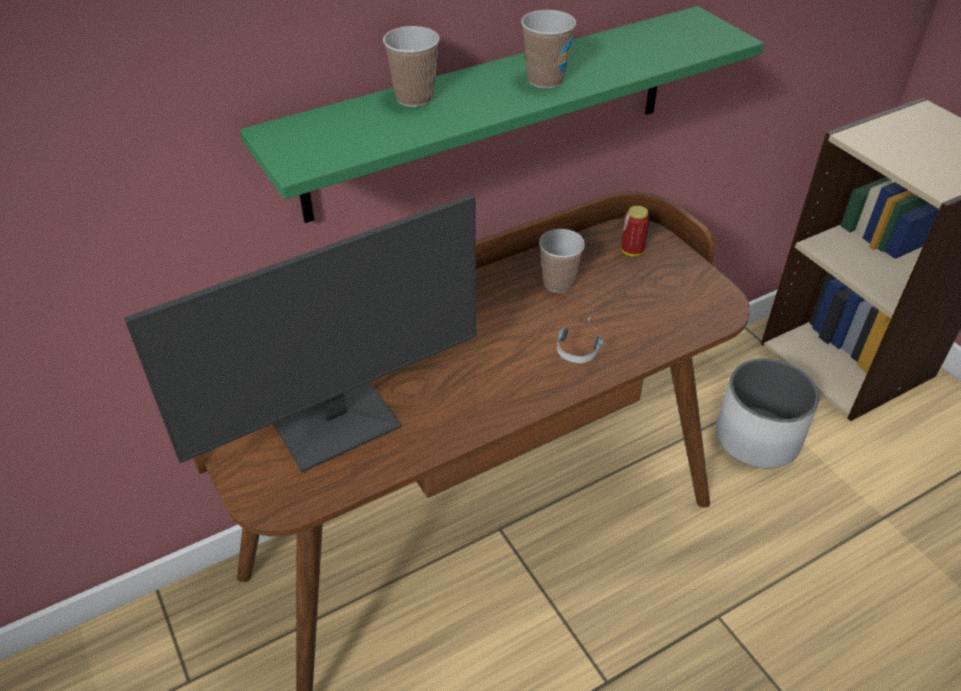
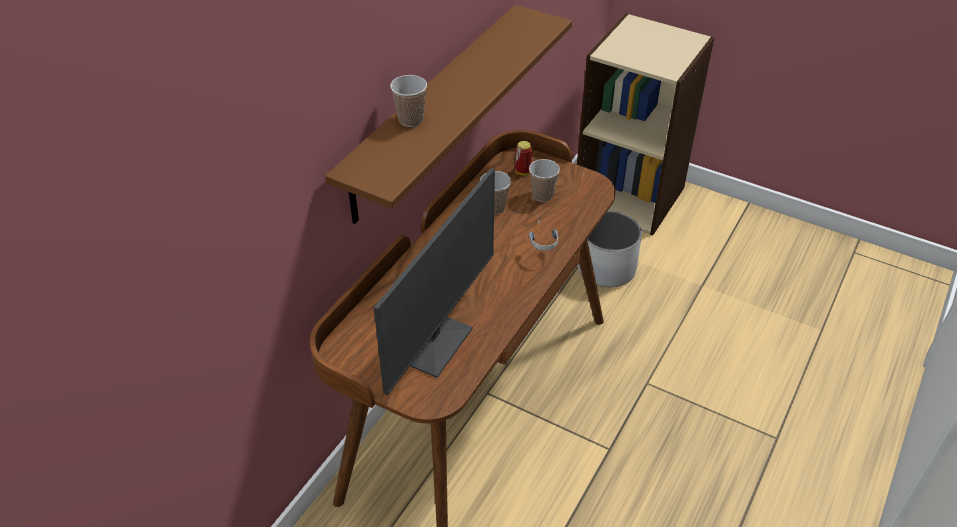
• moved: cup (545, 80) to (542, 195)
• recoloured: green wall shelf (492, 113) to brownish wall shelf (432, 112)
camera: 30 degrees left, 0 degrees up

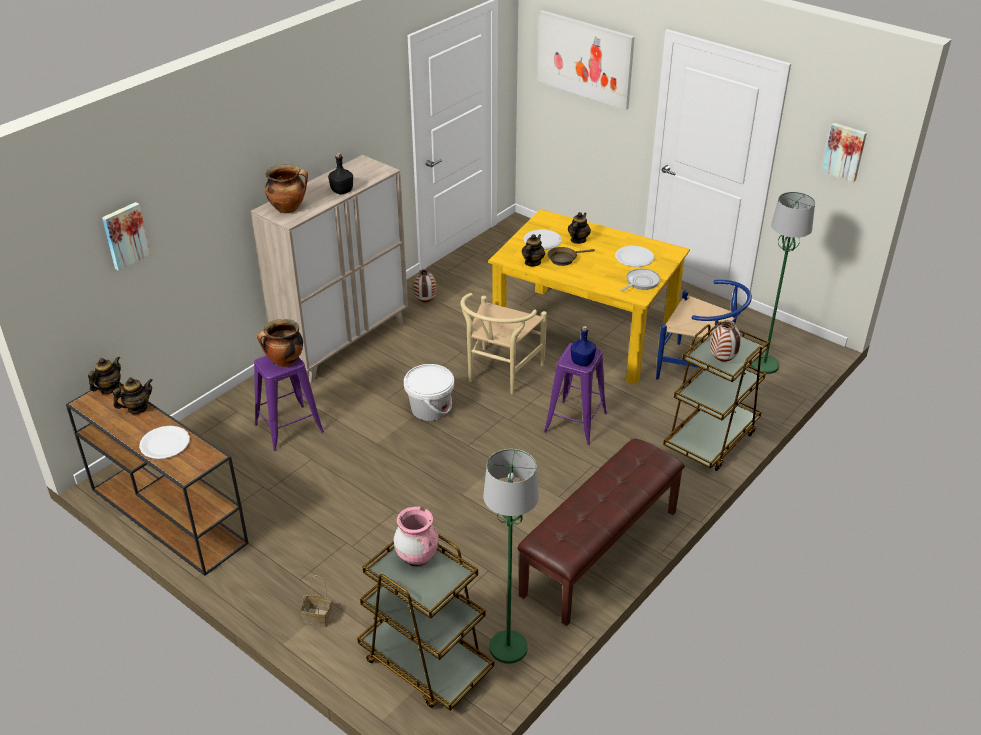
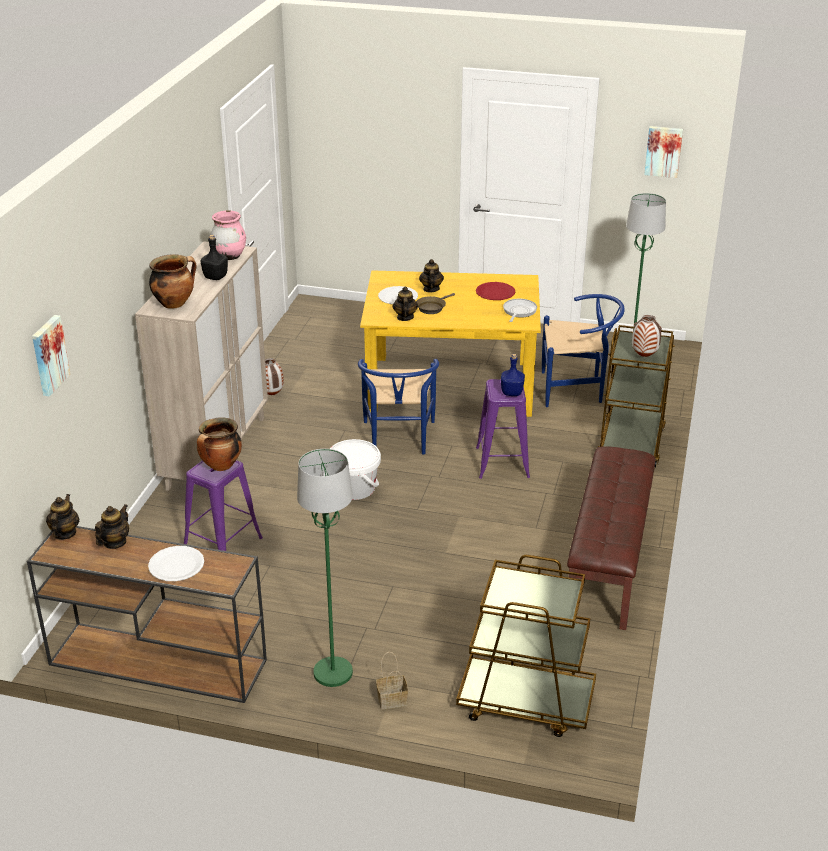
• removed: picture (585, 59)
• moved: pink decorative vase (417, 557) to (229, 256)
• moved: green standing lamp (509, 648) to (333, 672)
• recoloured: beige upright chair (499, 375) to blue-coloured upright chair (399, 441)
• recoloured: white plate (634, 257) to red-coloured plate (495, 292)
camera: 25 degrees left, 5 degrees down

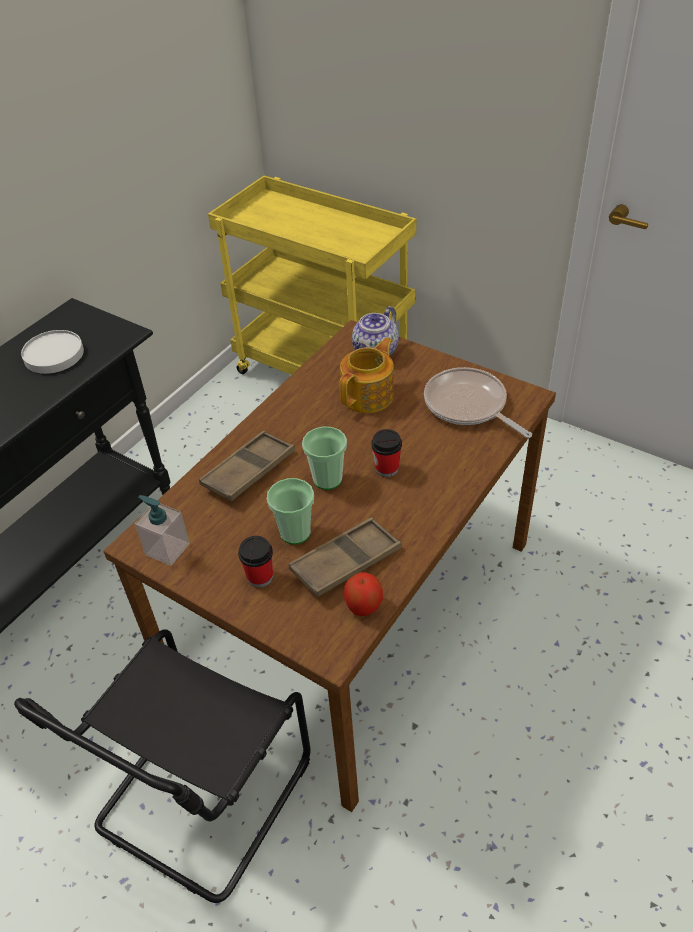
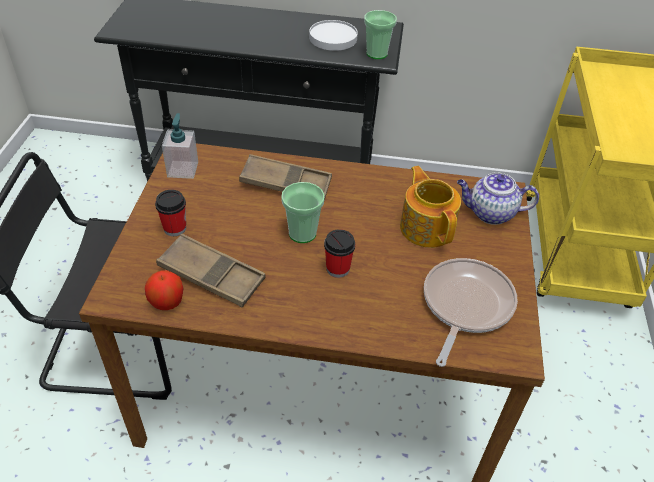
• moved: cup (295, 532) to (377, 53)
• turned: tea pot (369, 395) = (427, 227) 120 degrees counterclockwise
camera: 60 degrees right, 0 degrees up

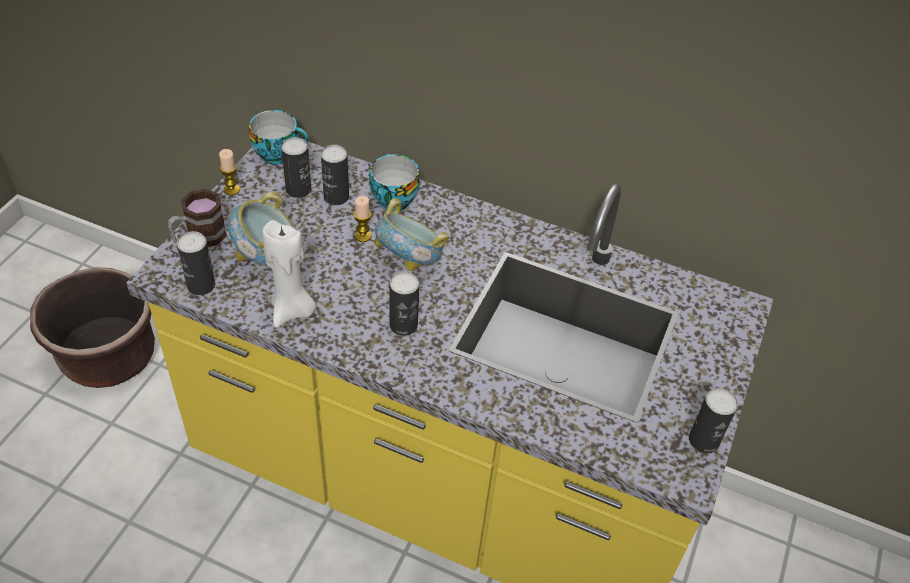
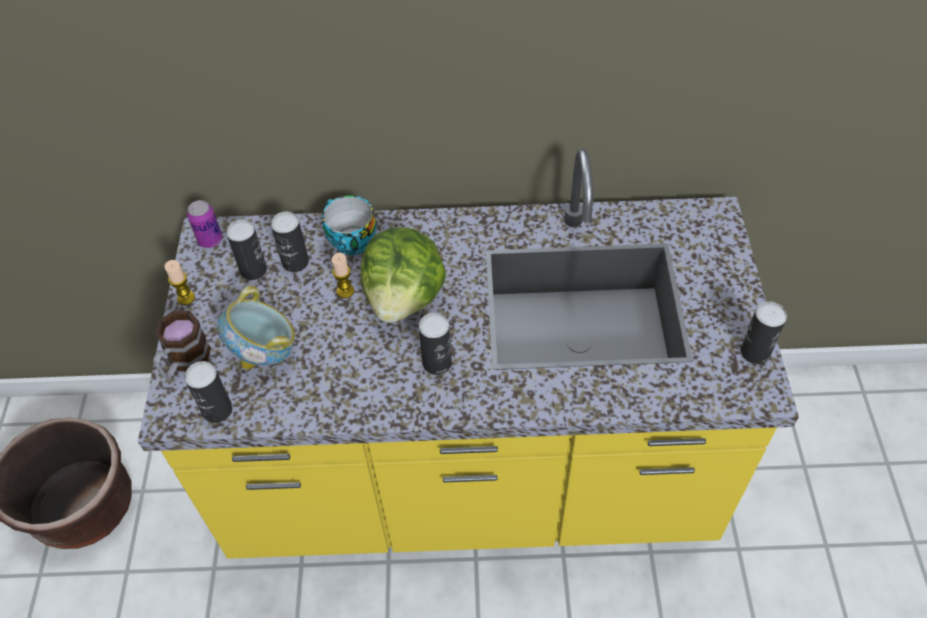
• removed: white wax light (292, 311)
• replaced: cup (279, 153) to can (210, 240)
• replaced: bowl (409, 262) to head of lettuce (405, 298)
camera: 20 degrees left, 5 degrees up

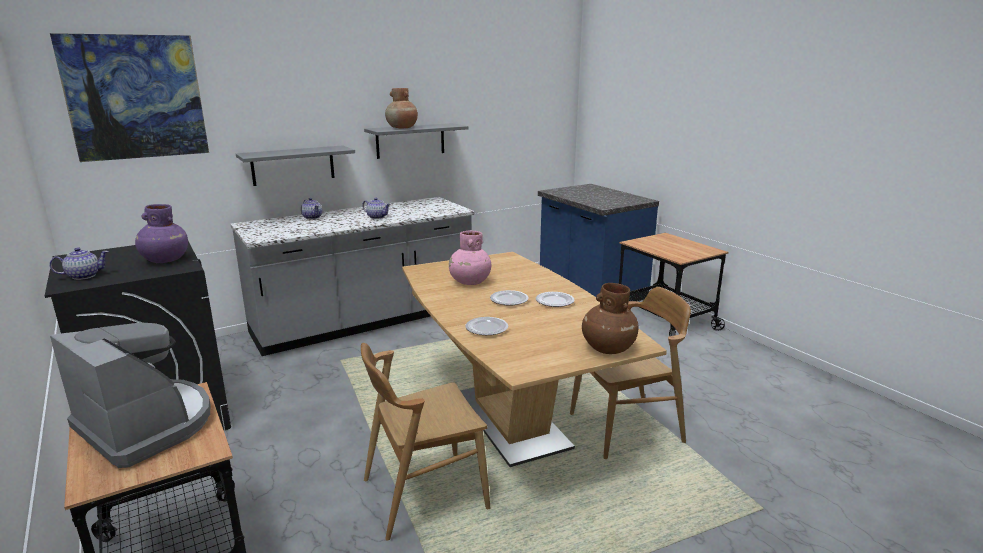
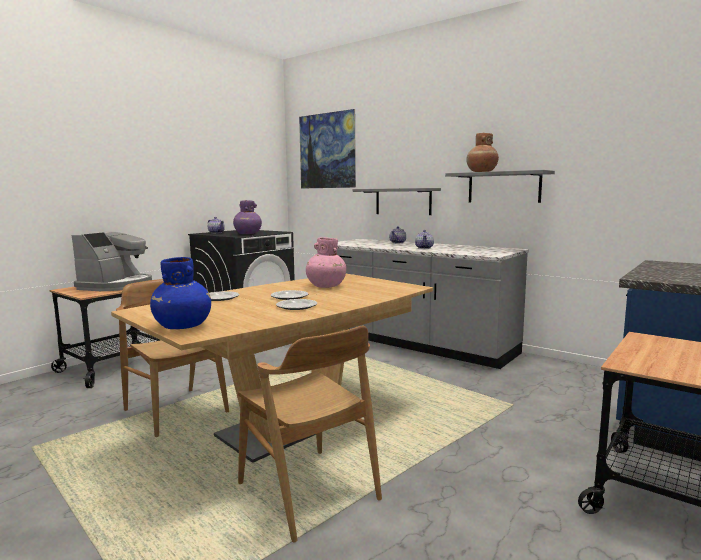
• recoloured: brownish decorative vase (607, 348) to blue-coloured decorative vase (183, 326)
camera: 70 degrees right, 10 degrees down

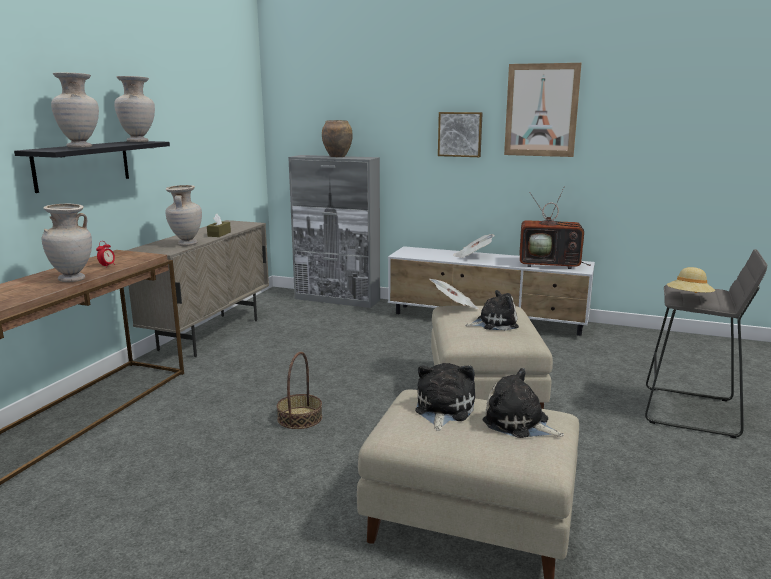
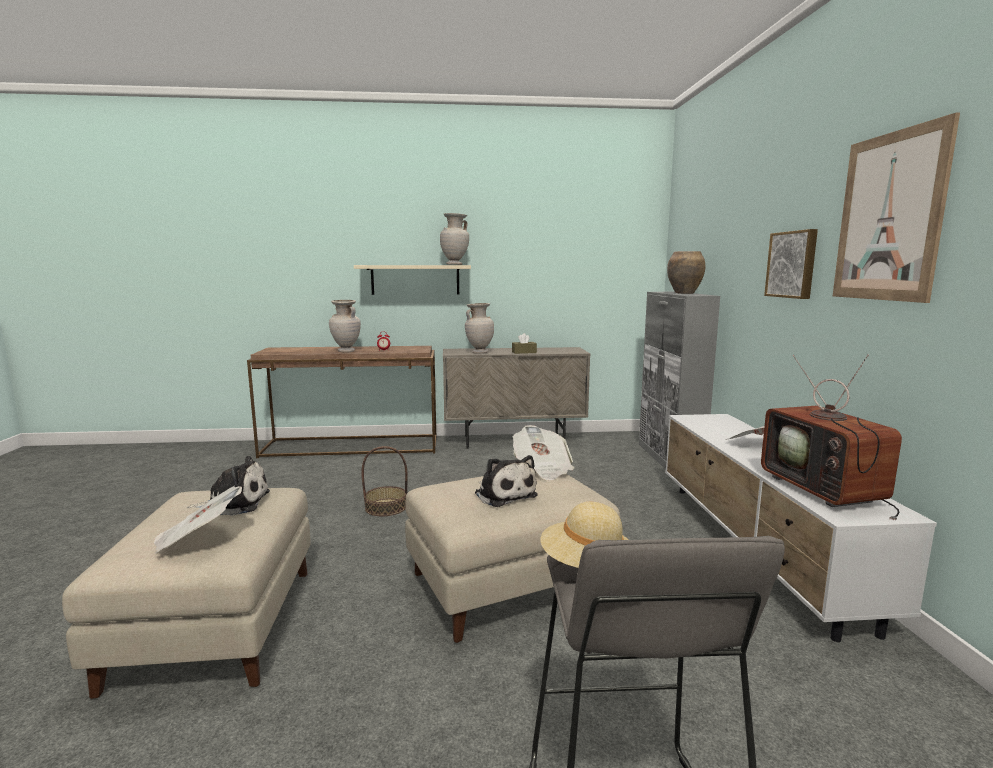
• removed: beige decorative vase (81, 147)
• replaced: soft toy (519, 423) to newspaper (198, 540)
• recoloured: black wall shelf (82, 165) to beige wall shelf (415, 280)
camera: 65 degrees right, 5 degrees down

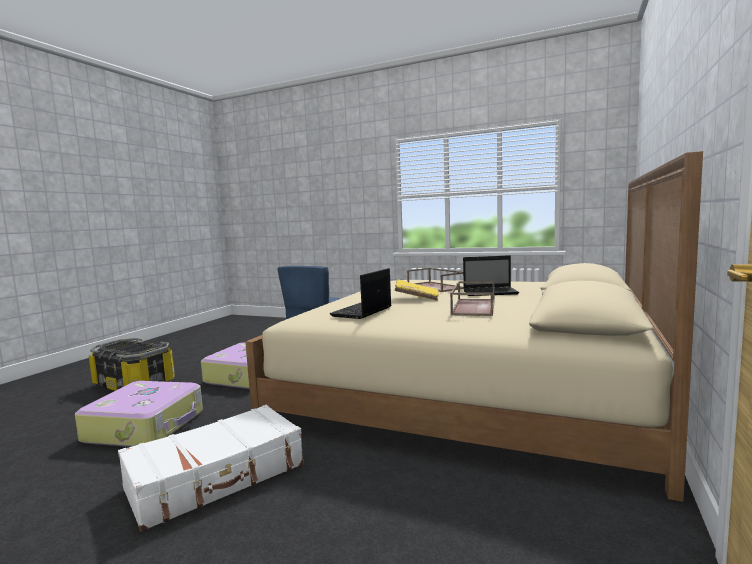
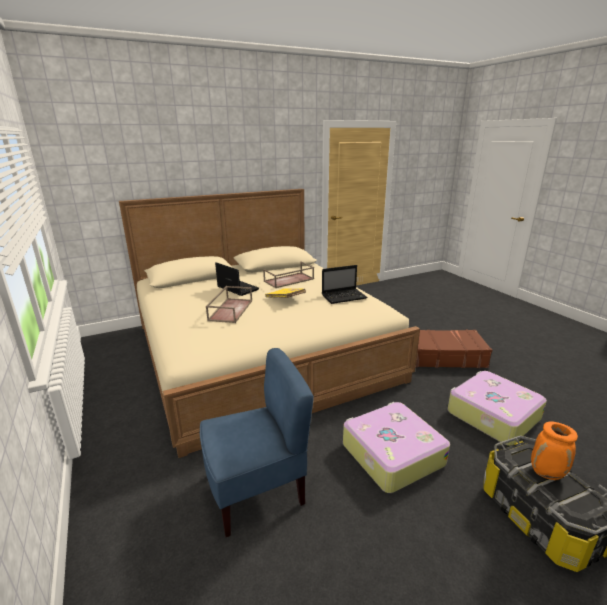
• added: orange-coloured decorative vase (547, 473)
• recoloured: white suitcase (217, 477) to brownish suitcase (441, 356)
camera: 140 degrees left, 15 degrees up

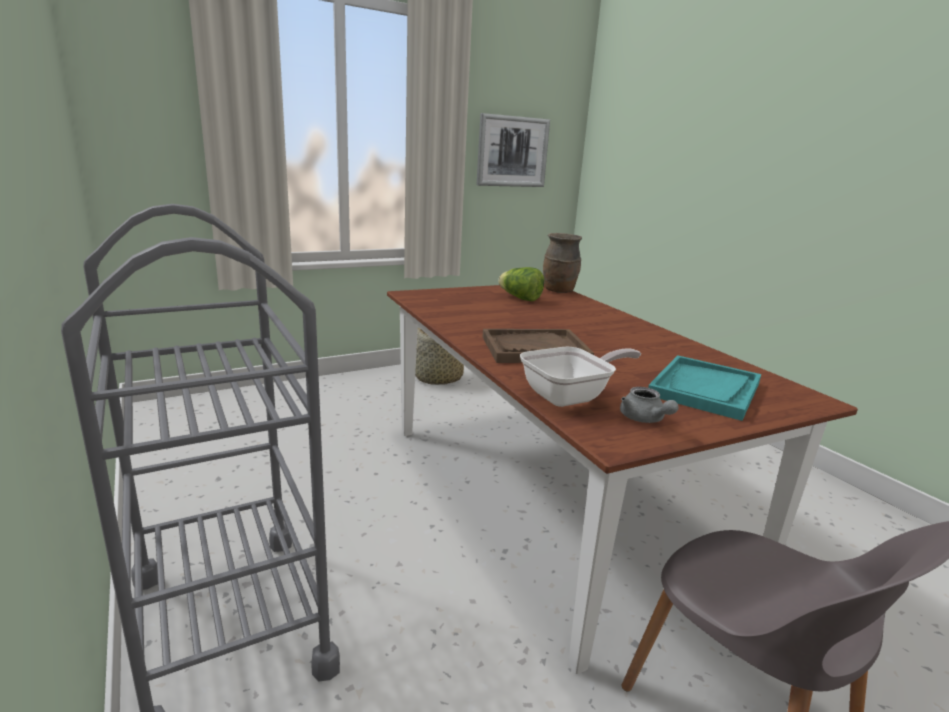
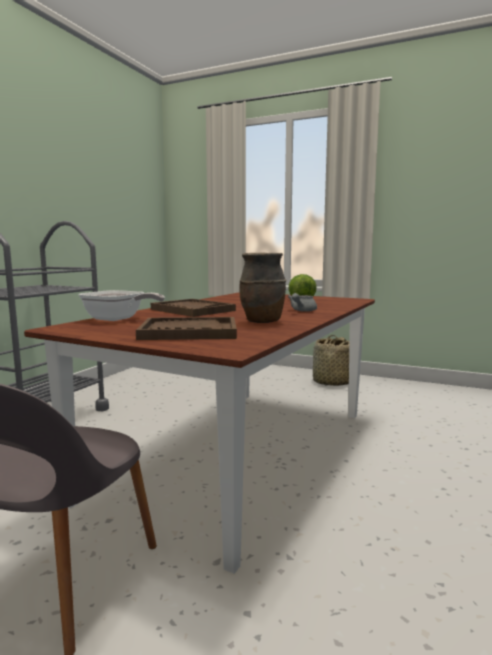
• removed: picture (512, 151)
• moved: brownish decorative vase (559, 291) to (262, 322)
• moved: grey tea pot (644, 419) to (302, 311)
• recoloured: turquoise-coloured tray (705, 389) to brownish tray (189, 332)
camera: 55 degrees right, 10 degrees down

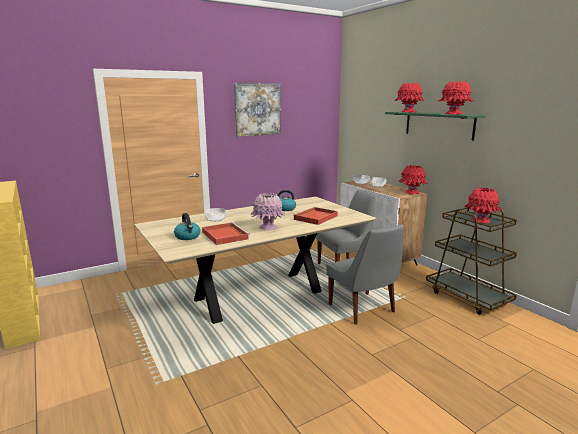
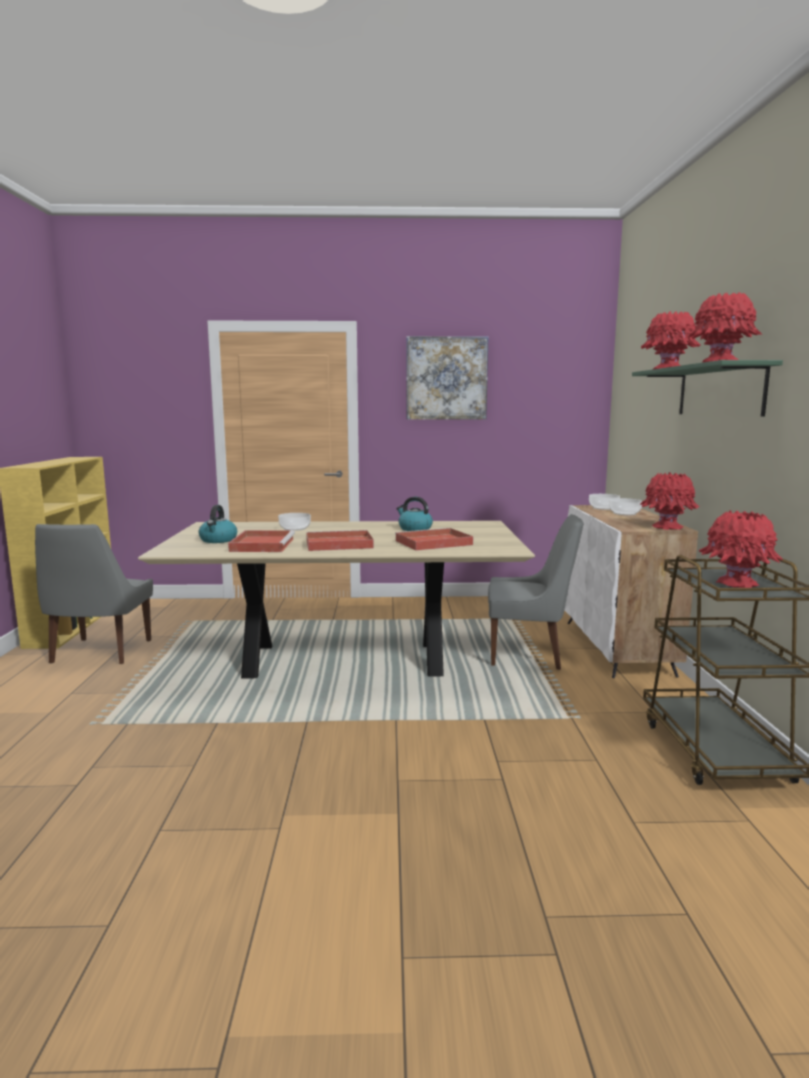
• moved: grey upright chair (363, 309) to (100, 653)
• replaced: pink decorative vase (268, 227) to red-coloured tray (337, 544)
camera: 30 degrees right, 5 degrees down

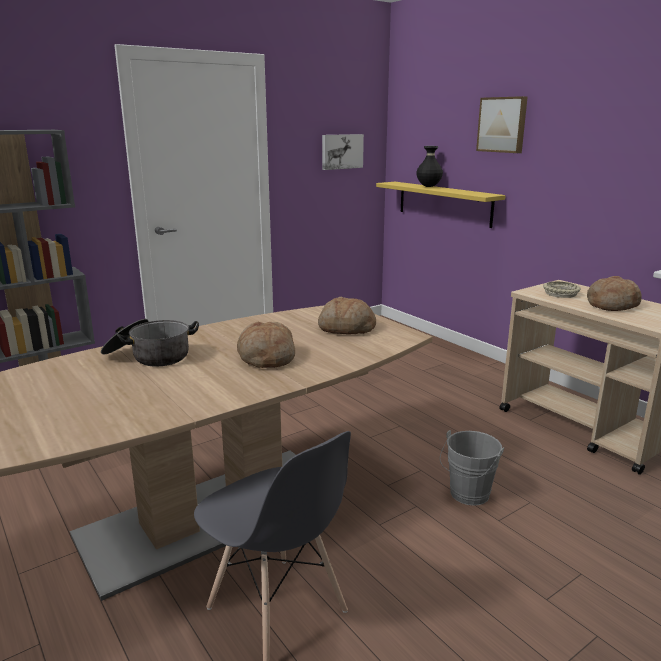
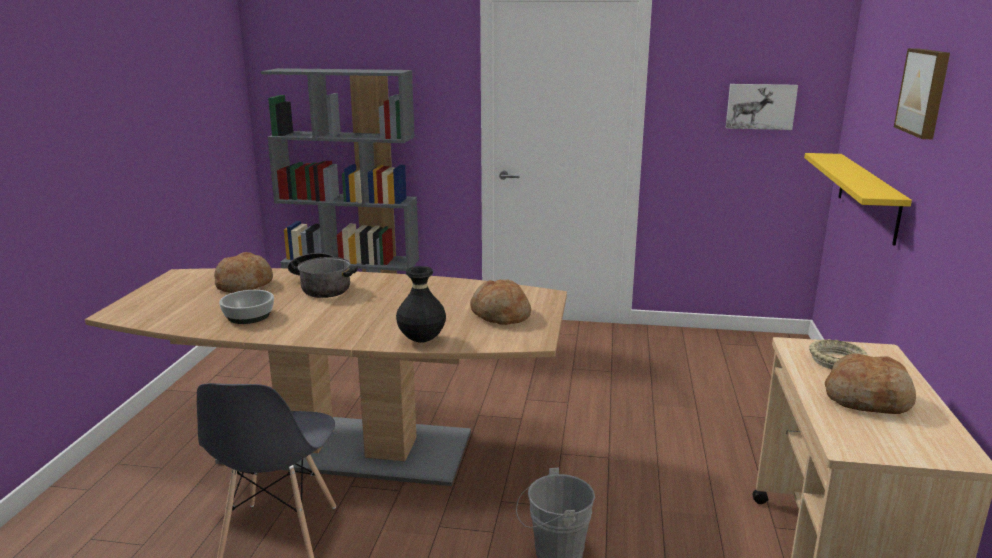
• added: bowl (249, 316)
• moved: bakery bread (266, 357) to (244, 284)
• moved: black decorative vase (428, 187) to (421, 340)
camera: 45 degrees right, 0 degrees up

